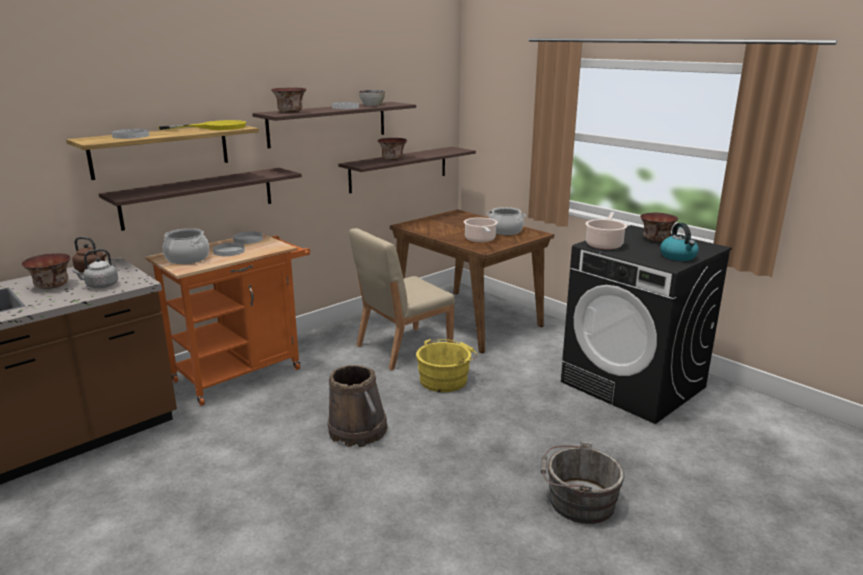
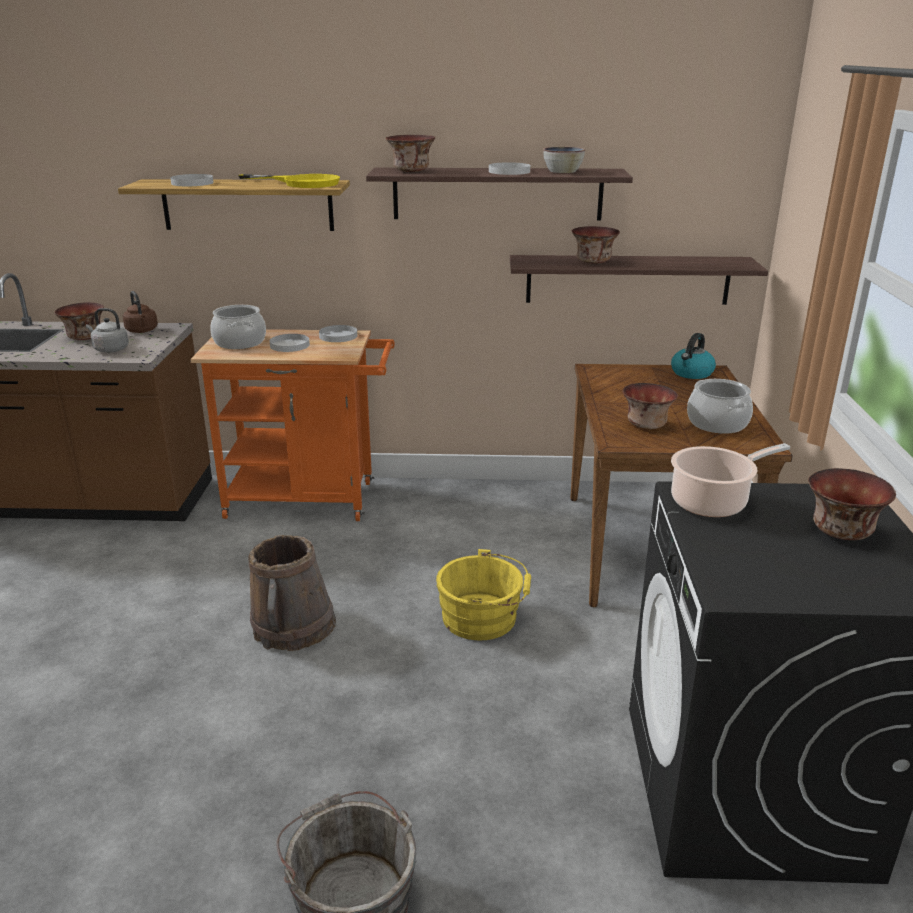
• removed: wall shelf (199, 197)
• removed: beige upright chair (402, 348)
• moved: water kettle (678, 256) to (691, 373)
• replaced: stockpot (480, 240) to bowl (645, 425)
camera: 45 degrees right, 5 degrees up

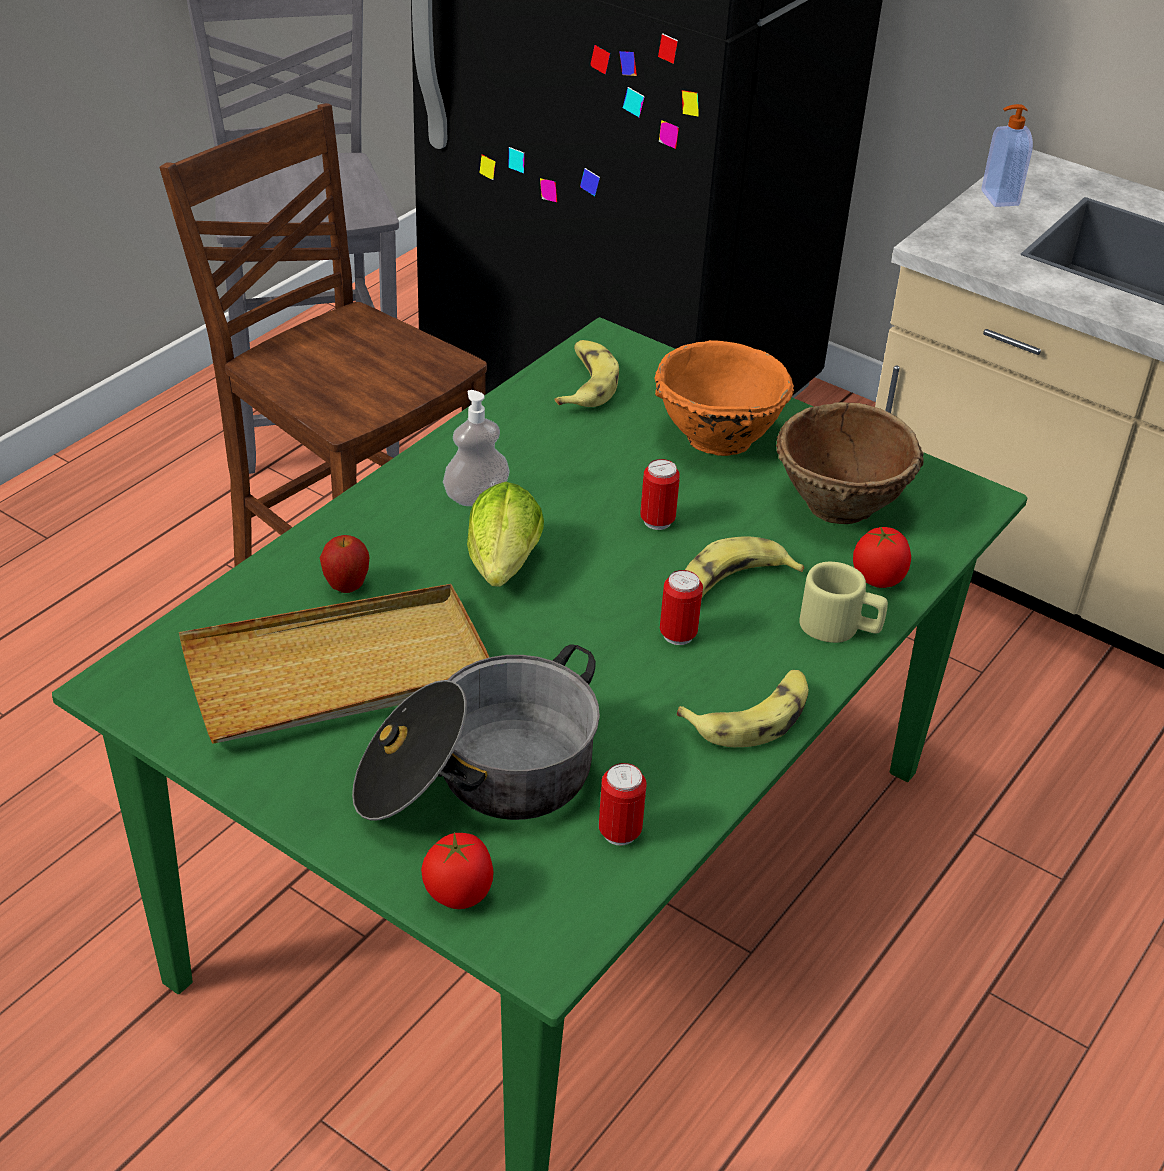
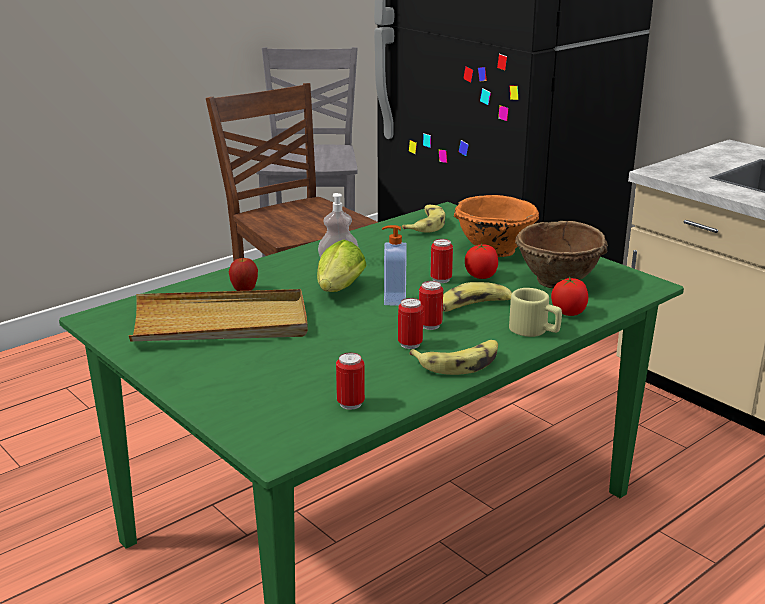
• removed: stockpot (477, 777)
• added: can (410, 344)
• moved: whole tomato (459, 893) to (481, 276)
• moved: liquid soap bottle (998, 198) to (393, 299)
camera: 15 degrees right, 15 degrees down

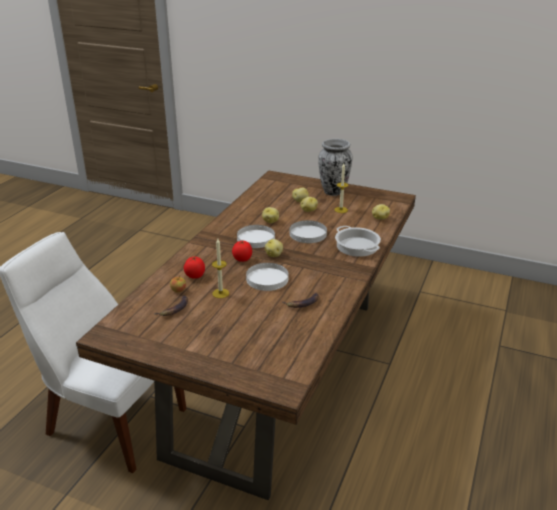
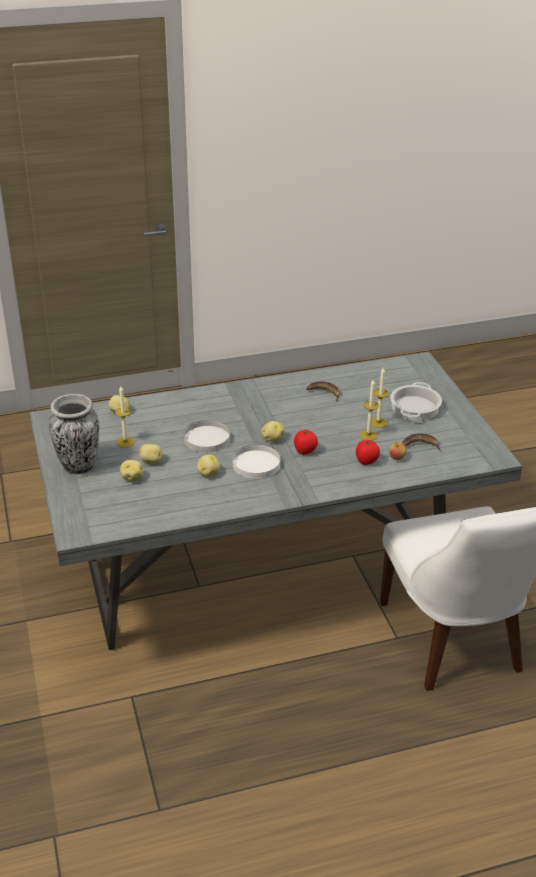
• removed: white plate (267, 279)
• added: wax light (378, 422)
• moved: stockpot (357, 246) to (414, 407)
• recoloured: brownish dinner table (278, 374) to grey dinner table (267, 571)
camera: 130 degrees left, 5 degrees up

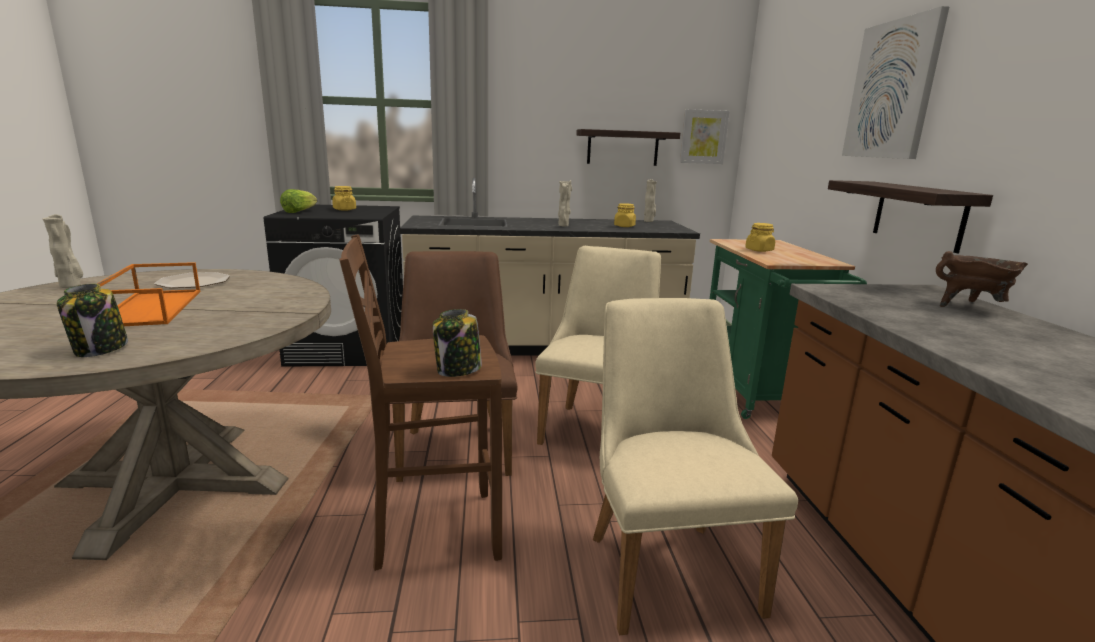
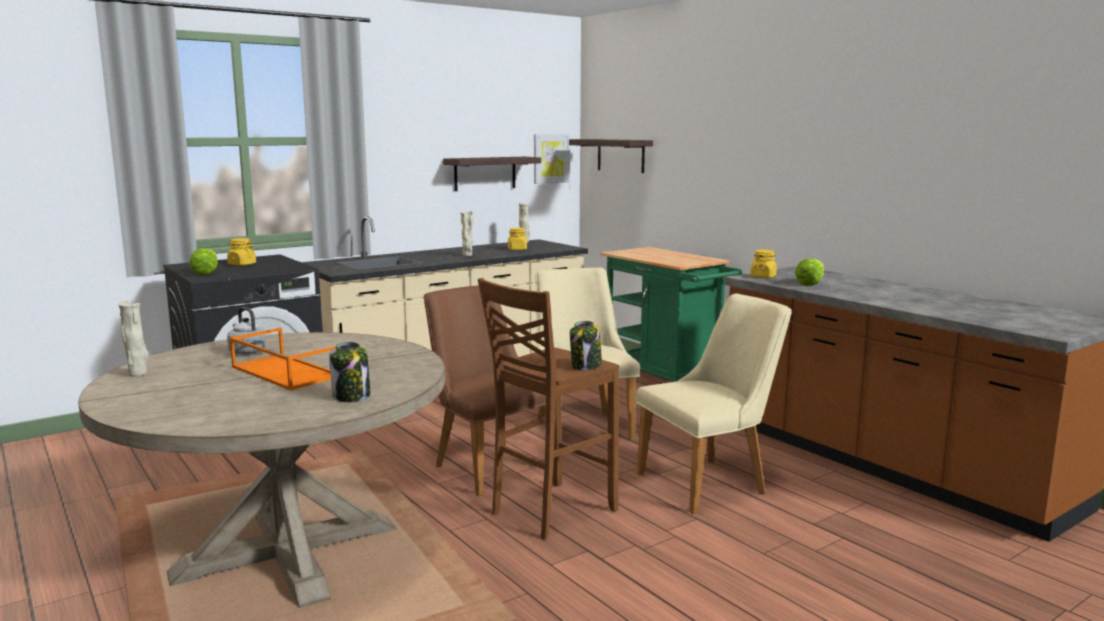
• removed: picture (892, 90)
• removed: brownish stockpot (970, 307)
• added: head of lettuce (810, 283)
• moved: yellow-coloured jar (759, 250) to (763, 277)
• moved: wall shelf (918, 215) to (620, 155)
• replaced: plate (193, 282) to grey water kettle (246, 351)
• turned: beige upright chair (664, 561) = (712, 482) 105 degrees clockwise
camera: 30 degrees left, 5 degrees down

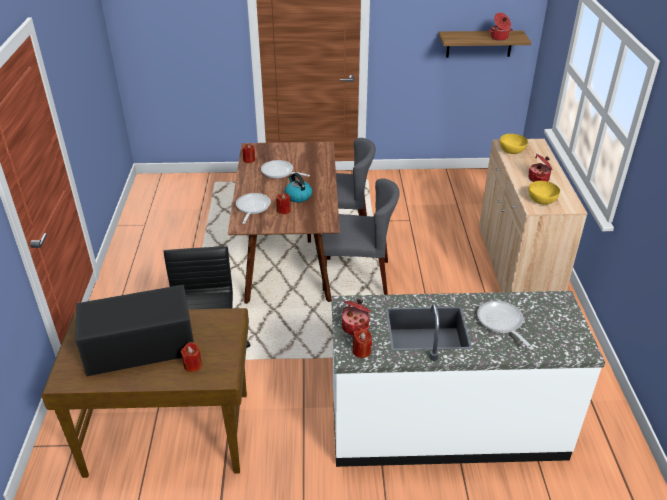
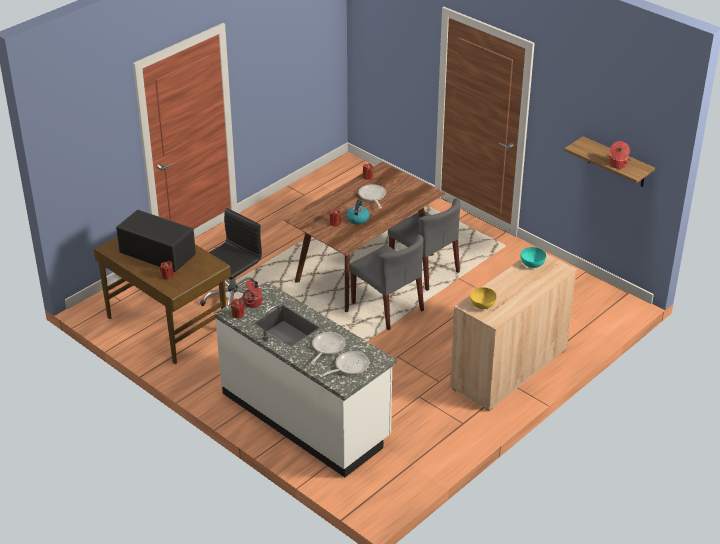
• removed: stockpot (539, 179)
• moved: skillet (252, 208) to (349, 366)
• recoloured: yellow-coloured bowl (512, 150) to turquoise-coloured bowl (532, 263)
camera: 45 degrees right, 0 degrees up

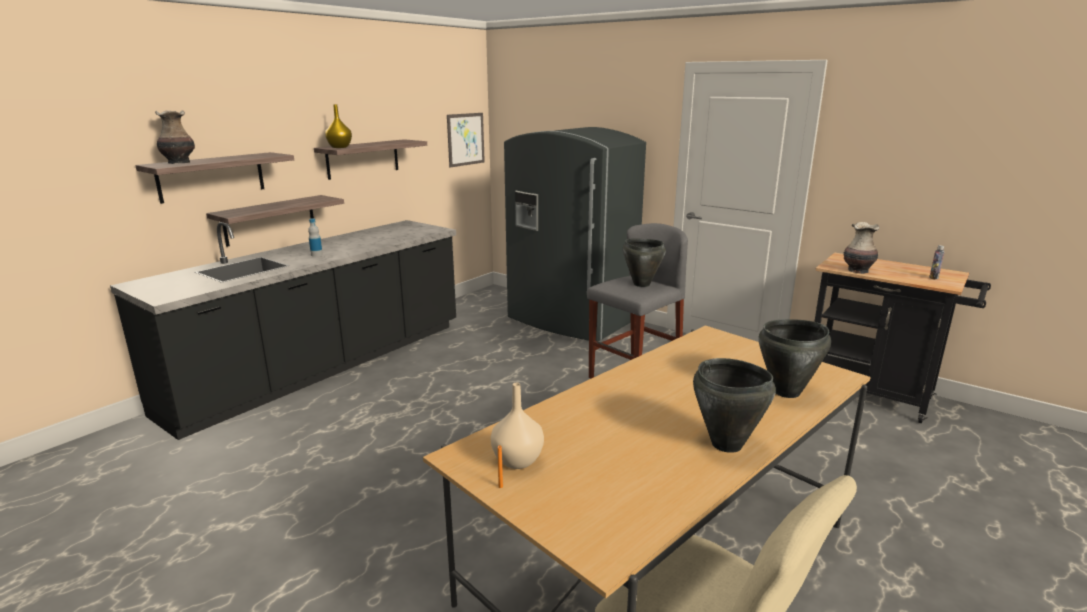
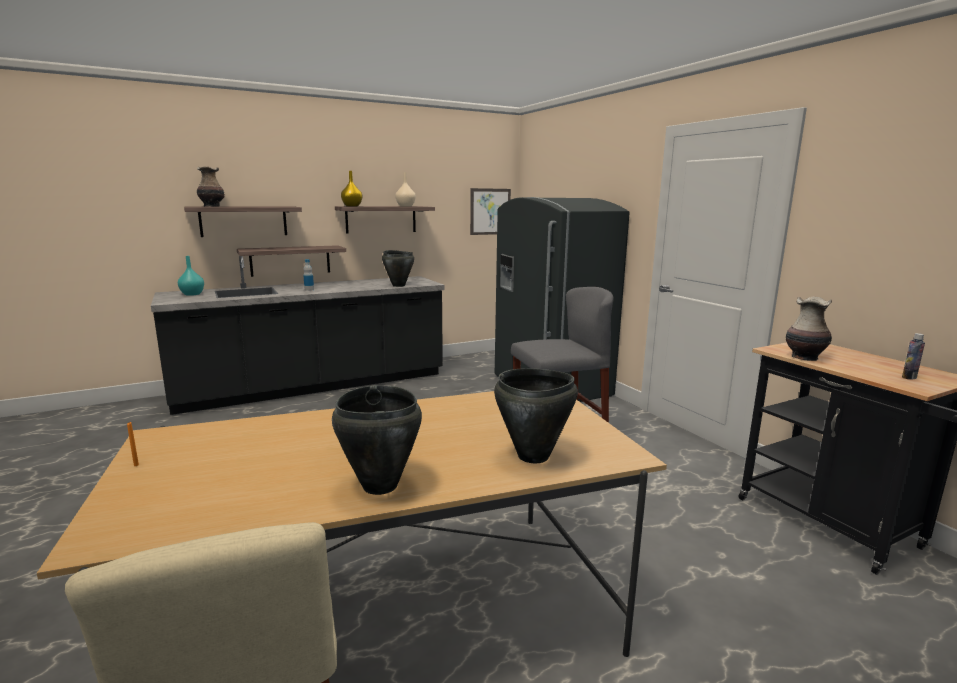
• added: turquoise-coloured decorative vase (192, 294)
• moved: beige decorative vase (516, 460) to (405, 206)
• moved: black stockpot (641, 284) to (398, 285)
camera: 25 degrees right, 5 degrees down

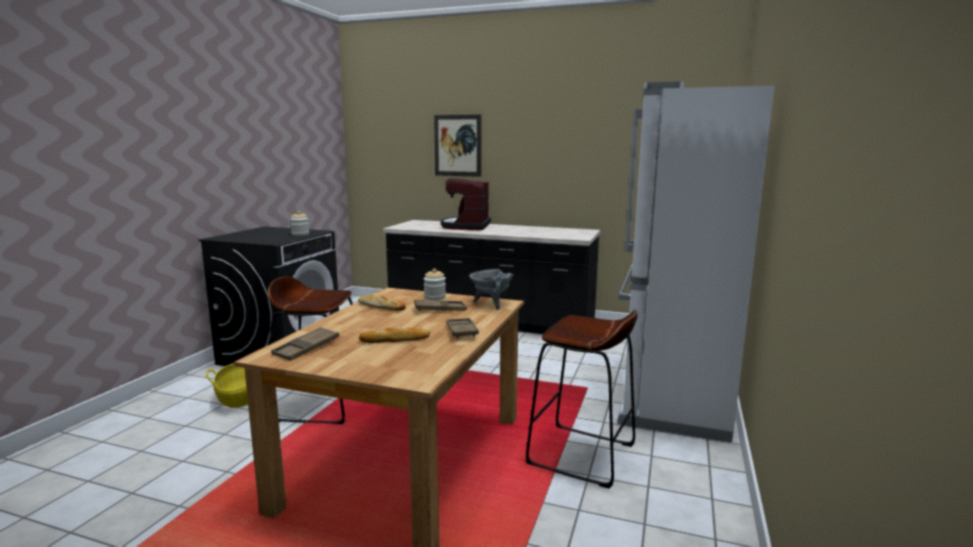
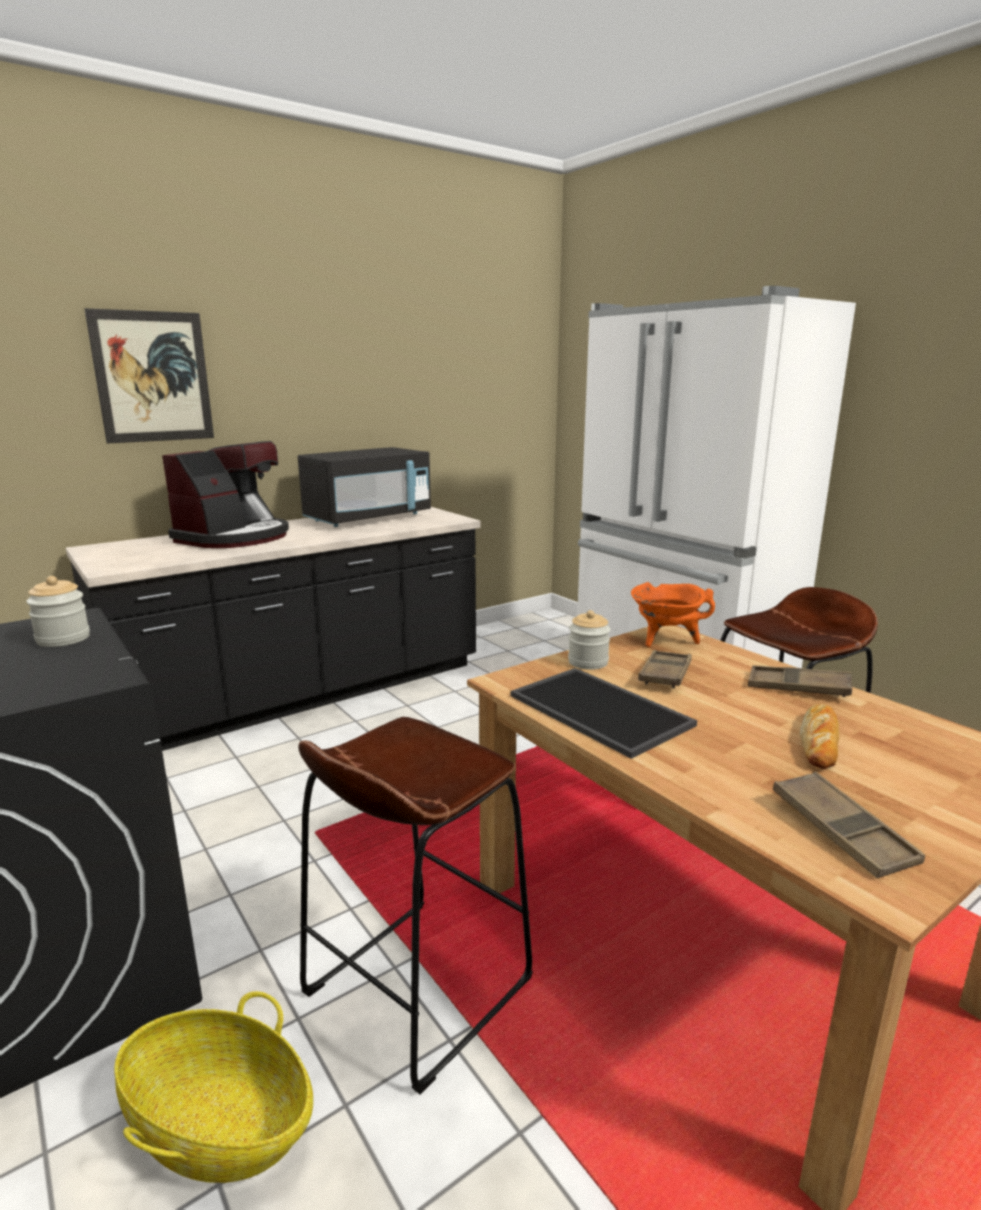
• added: black microwave (368, 518)
• replaced: bakery bread (381, 306) to tray (602, 710)
• recoloured: grey stockpot (491, 304) to orange-coloured stockpot (666, 640)
• turned: coffee brewer (466, 226) = (234, 537) 105 degrees counterclockwise
camera: 55 degrees left, 5 degrees up

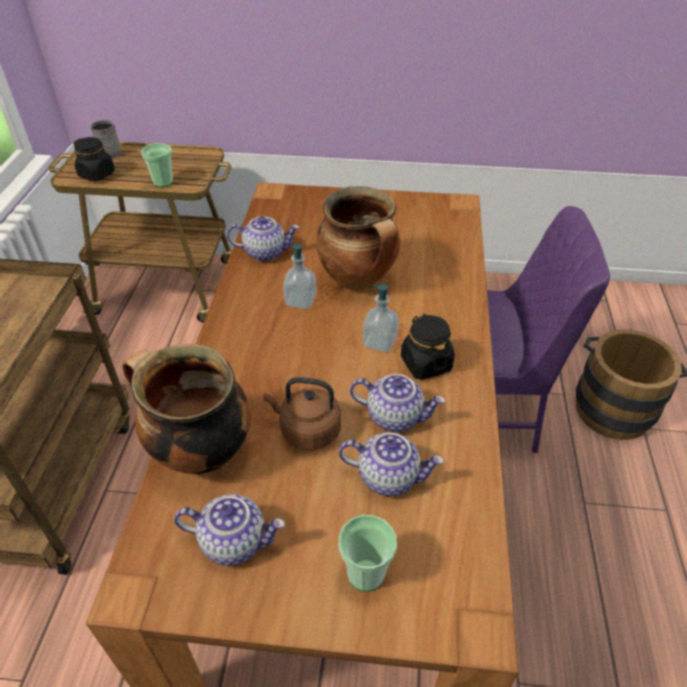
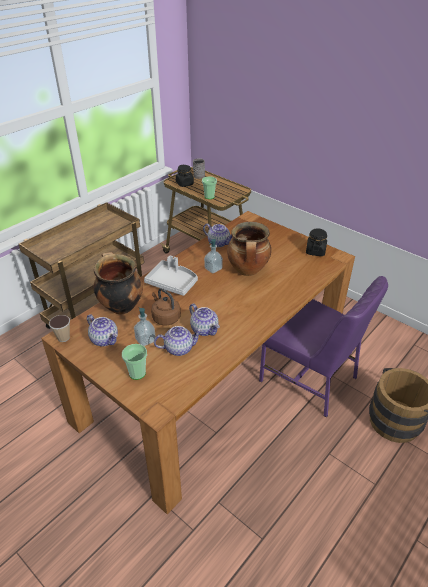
• added: cup (63, 337)
• added: grey tray (172, 283)
• moved: liquid soap bottle (379, 342) to (145, 340)
• moved: black jar (425, 363) to (315, 251)
• turned: tea pot (389, 476) = (179, 348) 60 degrees counterclockwise
camera: 35 degrees right, 5 degrees down

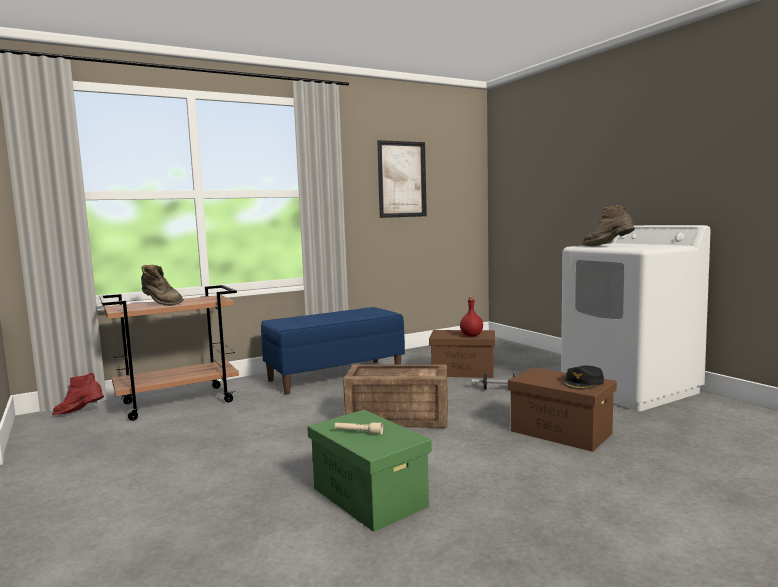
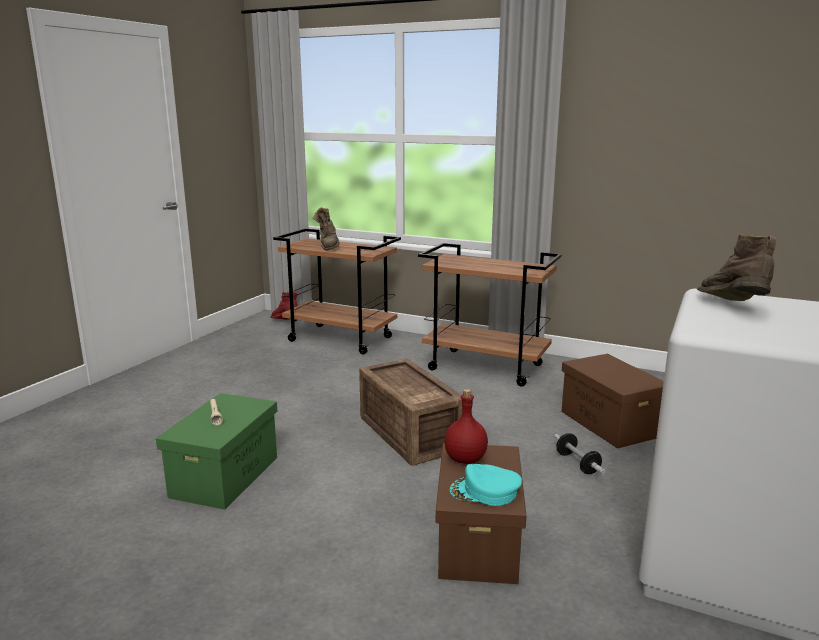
• removed: picture (402, 179)
• moved: red-coloured beverage bottle (471, 335) to (464, 459)
• replaced: blue-coloured long seat (335, 376) to brownish wheeled cart (486, 367)
• recoloured: black cap (583, 382) to turquoise-coloured cap (485, 492)
camera: 55 degrees right, 10 degrees up

